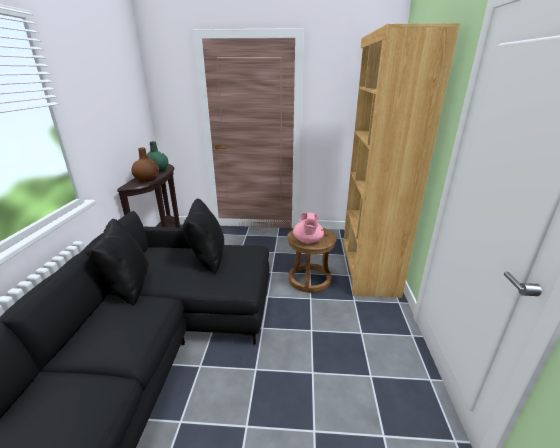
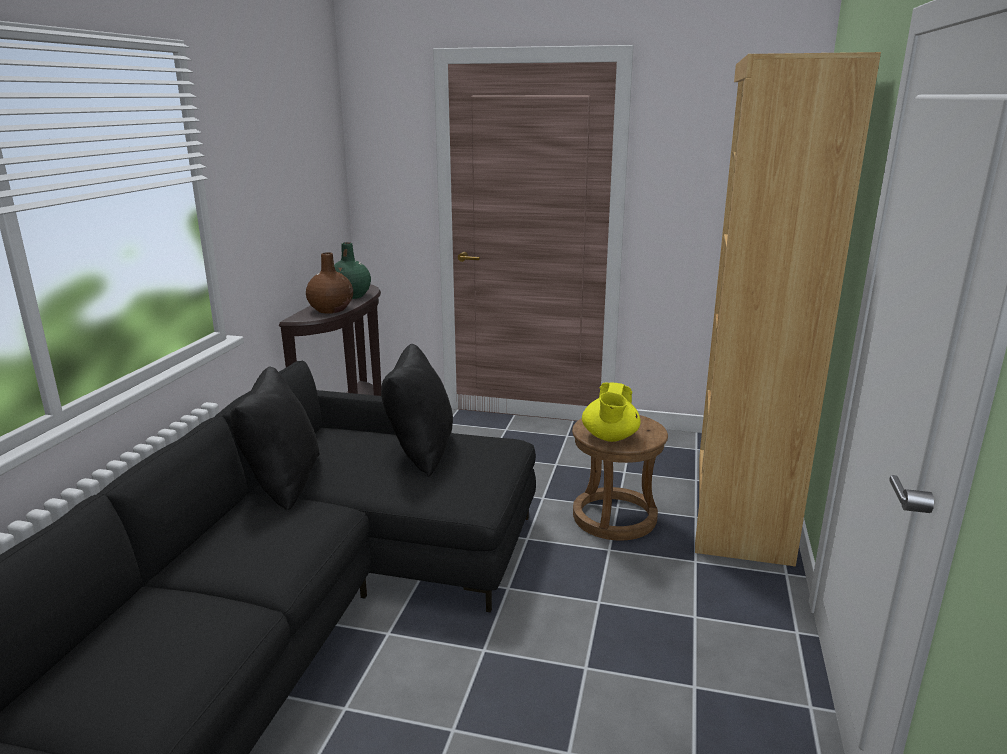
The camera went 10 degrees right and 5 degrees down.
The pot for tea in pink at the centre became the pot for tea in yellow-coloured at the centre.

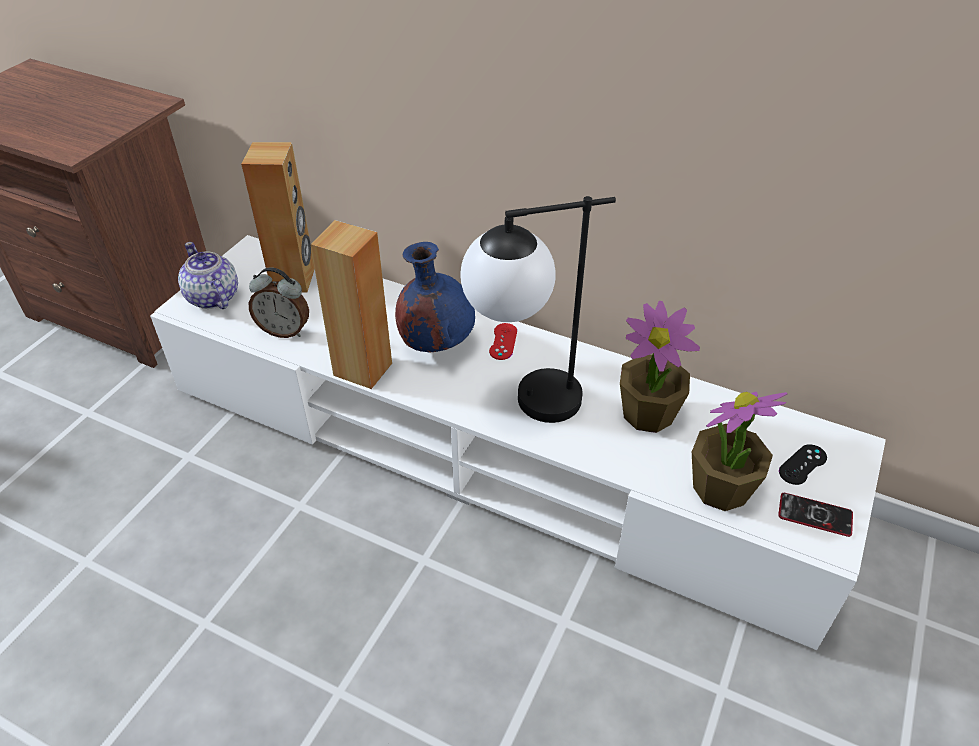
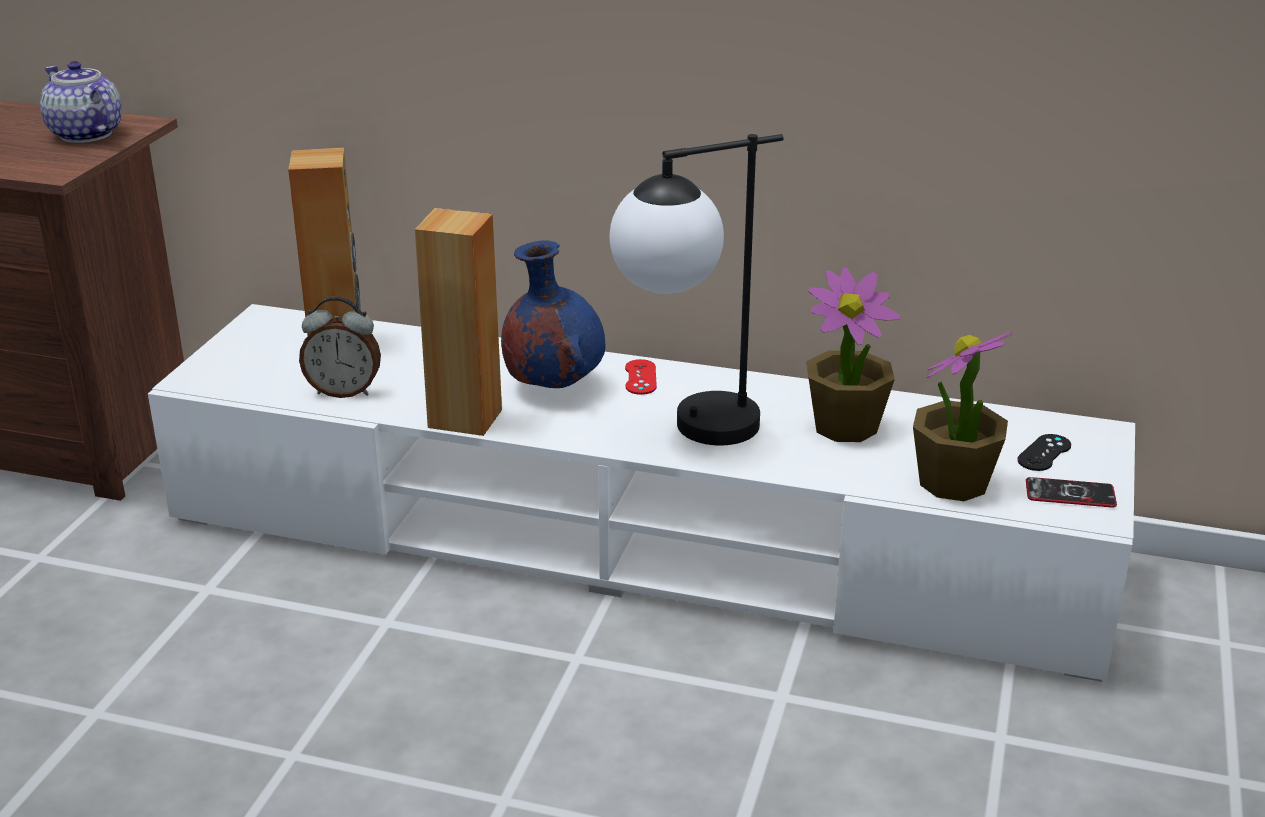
The camera went 10 degrees left and 15 degrees down.
The pot for tea moved from the middle left to the top left.

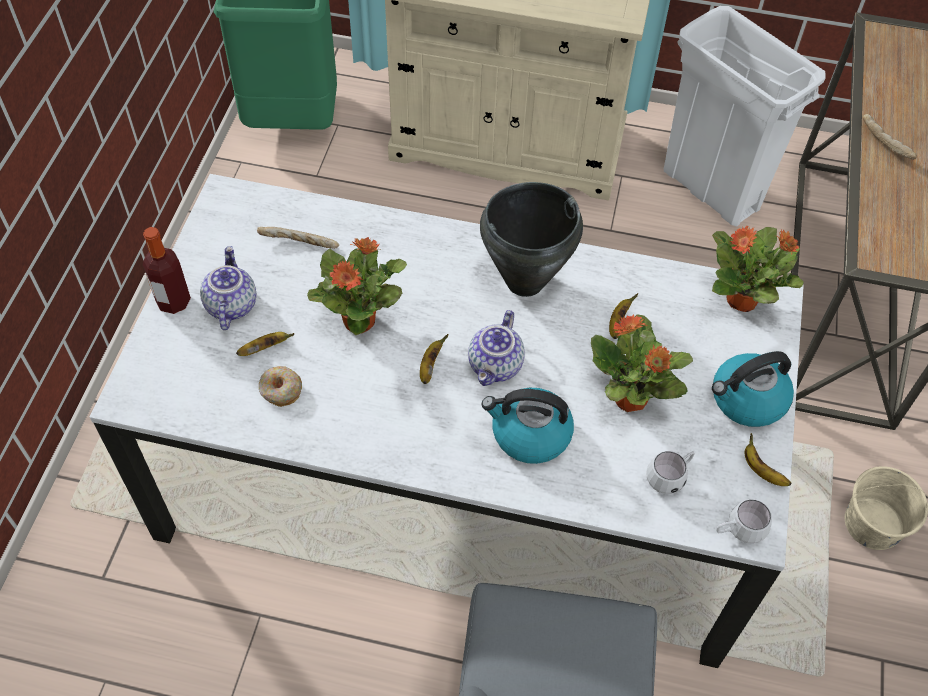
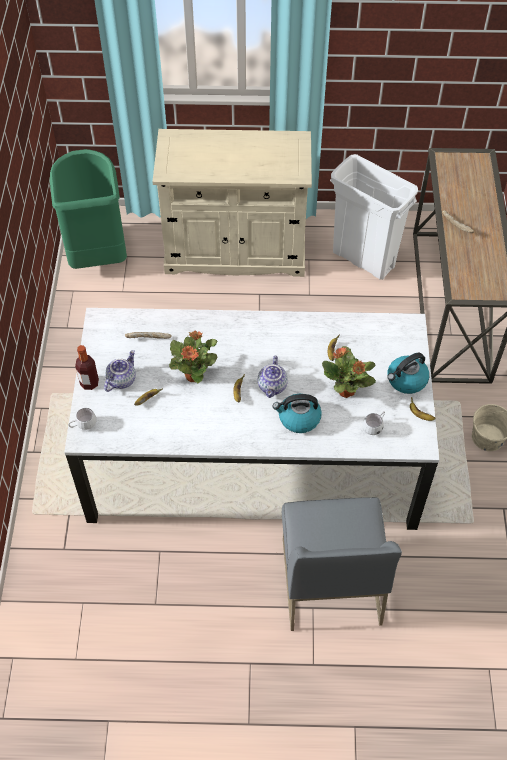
The camera went 10 degrees left and 0 degrees up.
The pot for tea (no. 1 from left) at the middle left turned 45 degrees clockwise.
The doughnut at the middle left disappeared.
The saucepot in black-coloured at the centre disappeared.
The plant in a pot (no. 3 from left) at the middle right disappeared.
The tea mug in white (no. 2 from left in the first image) moved from the bottom right to the middle left.

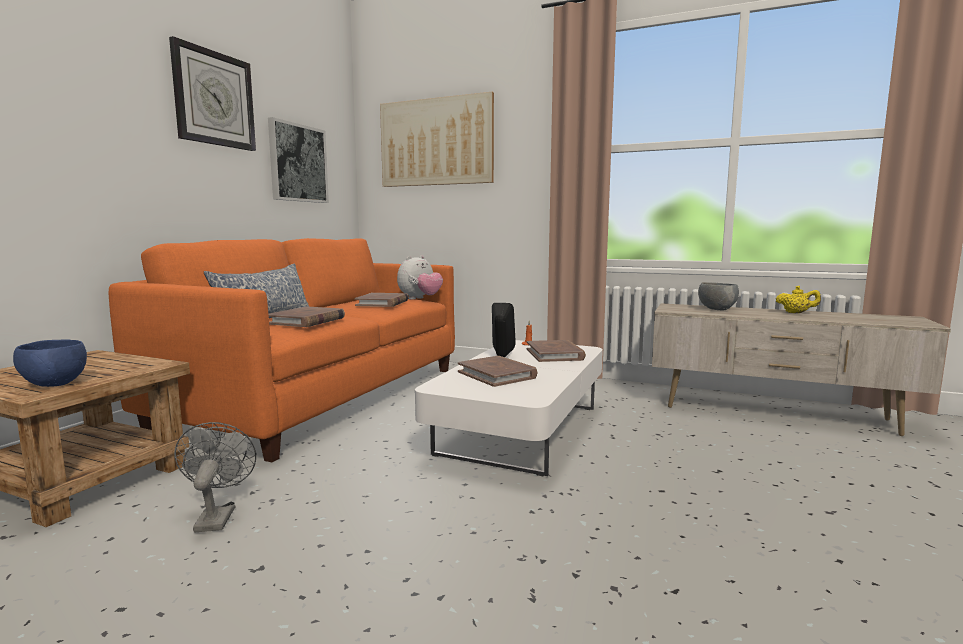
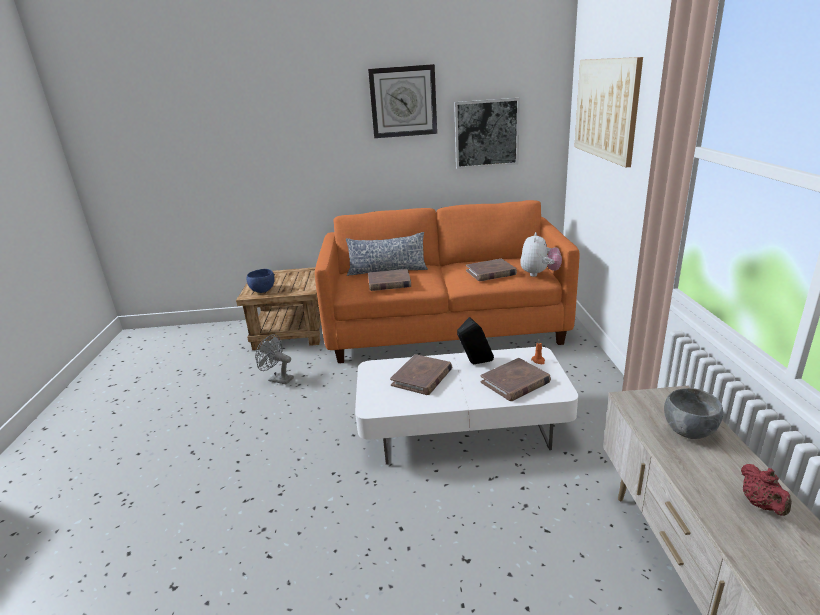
The camera went 65 degrees right and 15 degrees up.
The fan in grey at the bottom left turned 120 degrees counterclockwise.
The cuddly toy at the centre turned 90 degrees counterclockwise.
The pot for tea in yellow-coloured at the middle right became the pot for tea in red at the bottom right.

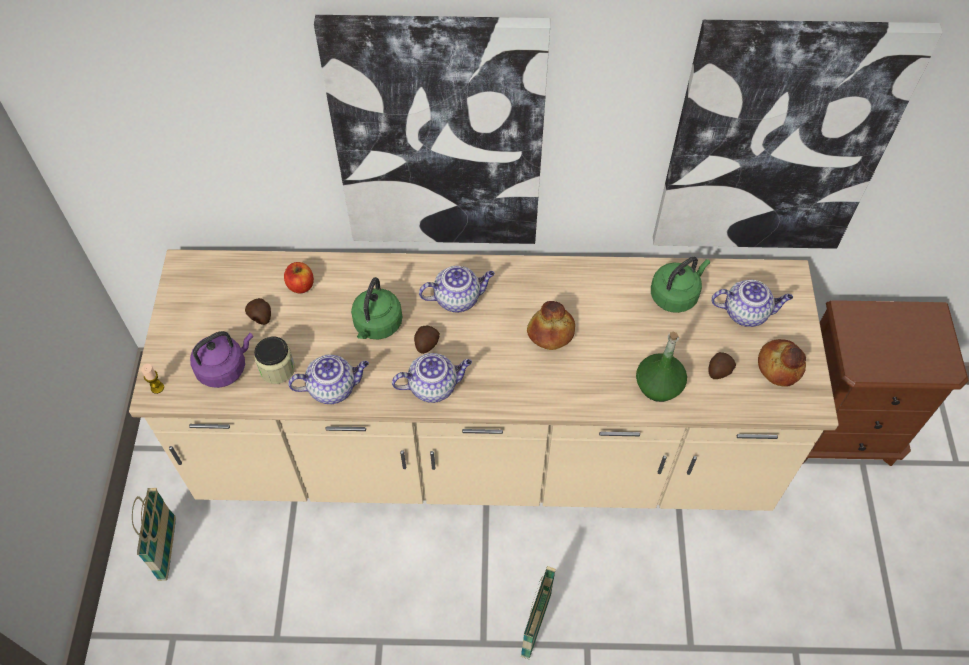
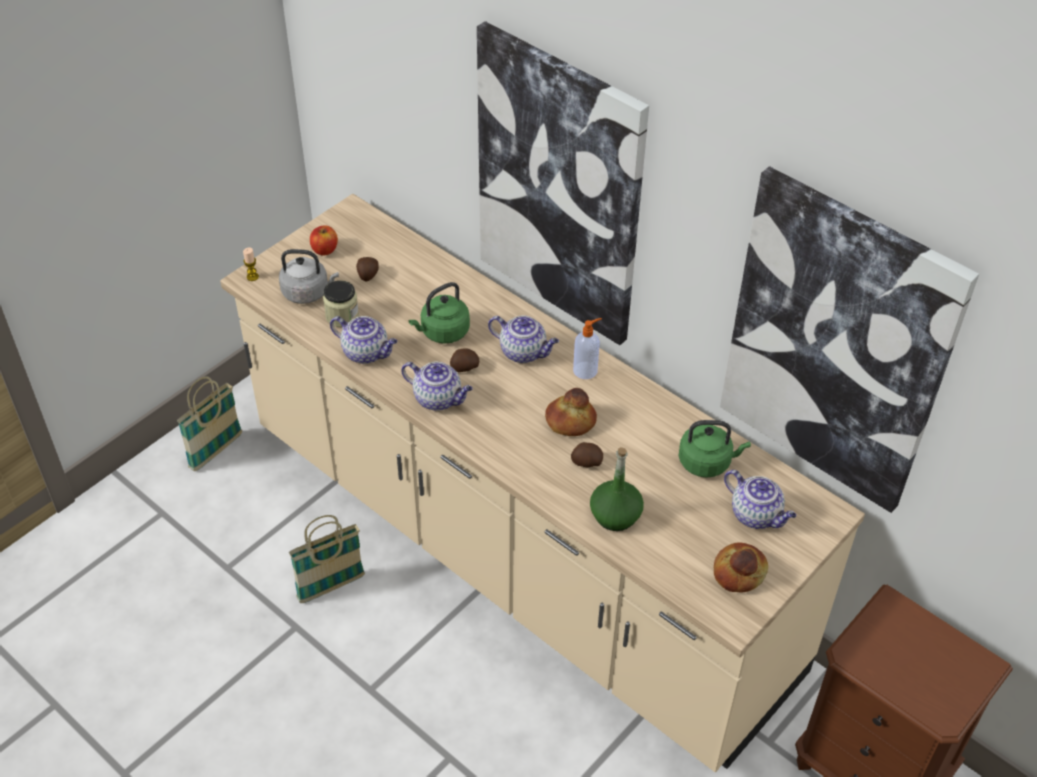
The camera went 40 degrees right and 10 degrees down.
The tea kettle in purplish at the middle left became the tea kettle in grey at the middle left.
The apple moved from the middle left to the top left.
The storage basket (no. 2 from left) moved from the bottom centre to the bottom left.
The potato (no. 3 from left) moved from the middle right to the centre.
The liquid soap bottle at the centre appeared.

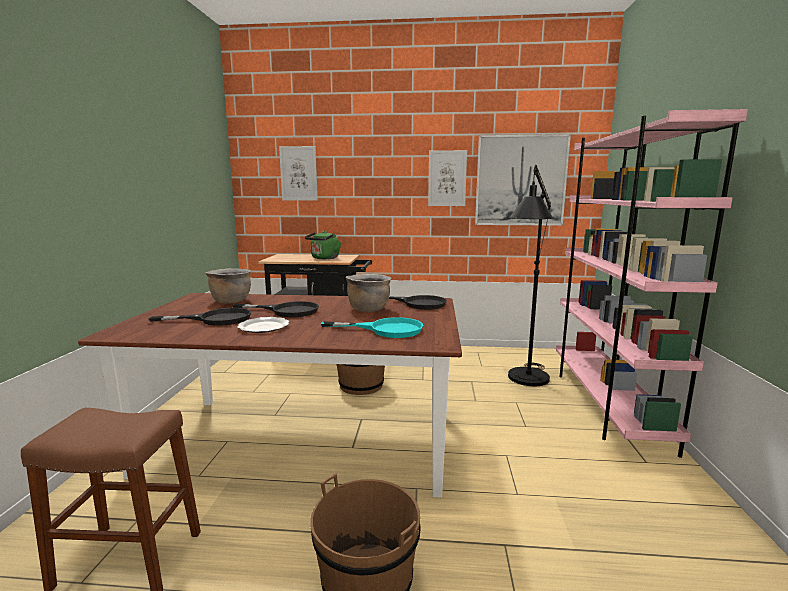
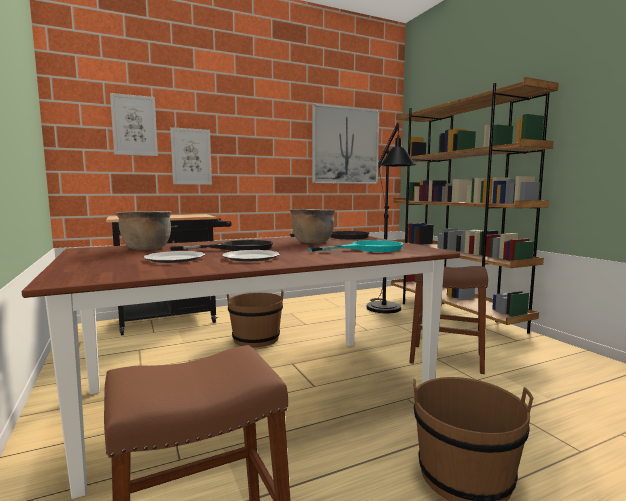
The camera went 30 degrees left and 5 degrees down.
The pan in black-coloured (no. 1 from left) at the middle left was replaced by the flat dish (no. 1 from left) at the middle left.
The tea kettle in greenish at the centre disappeared.
The picture (no. 2 from left) moved from the top centre to the top left.
The shelving unit in pink at the middle right became the shelving unit in brown-coloured at the middle right.
The stool in brown-coloured (no. 2 from left) at the middle right appeared.

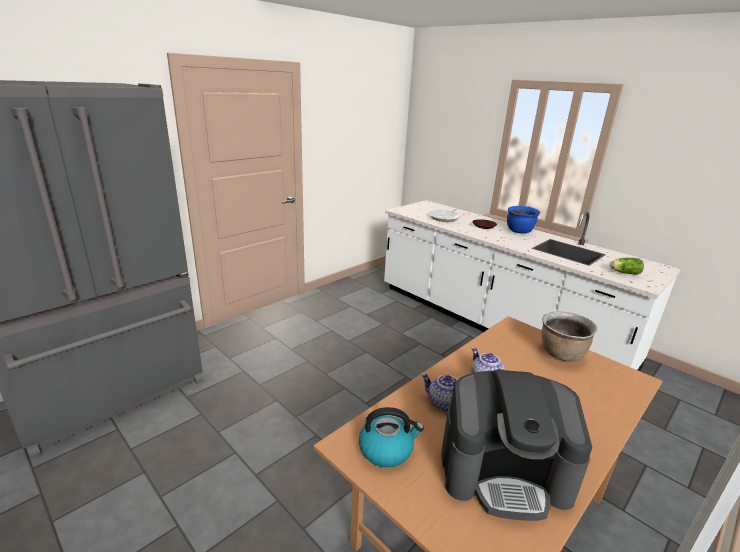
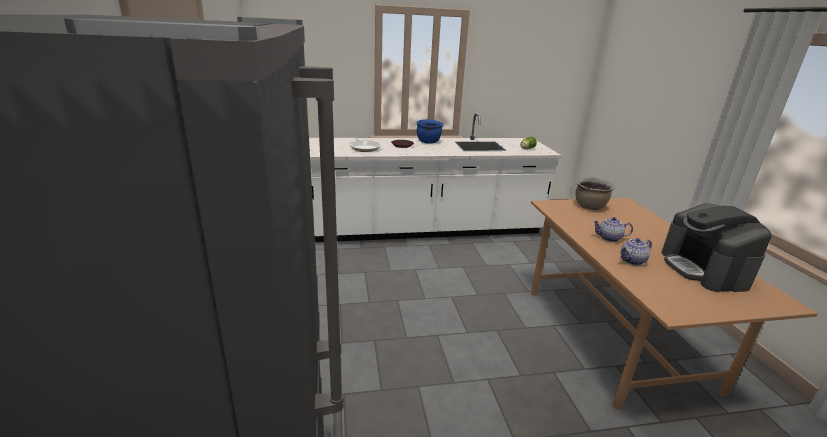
The camera went 55 degrees left and 0 degrees up.
The tea kettle at the bottom centre disappeared.
The coffee brewer at the bottom right turned 135 degrees clockwise.

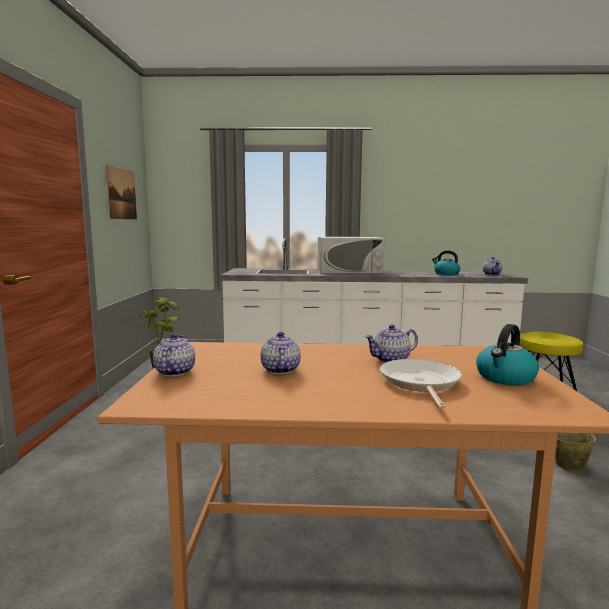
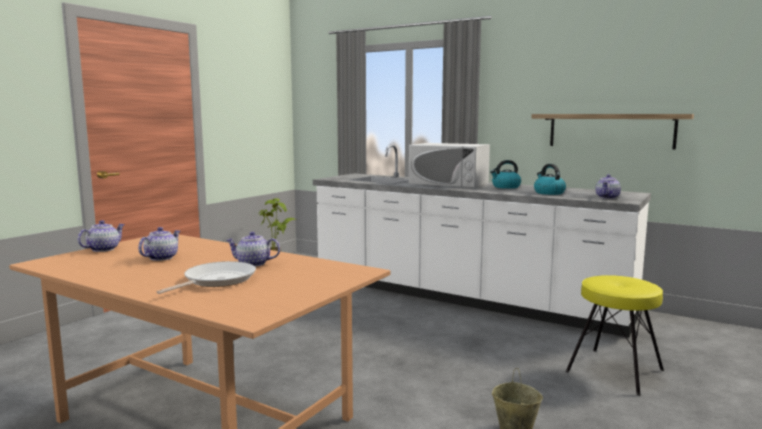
The camera went 30 degrees right and 0 degrees up.
The picture at the top left disappeared.
The tea kettle (no. 2 from left in the first image) moved from the middle right to the centre.
The wall shelf at the top right appeared.

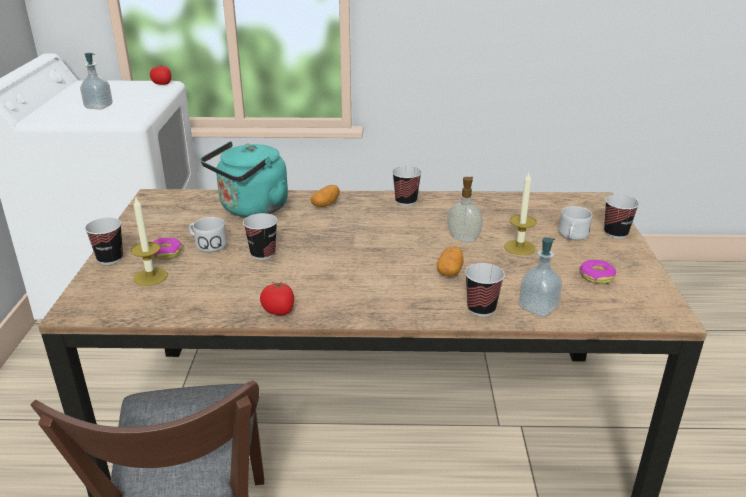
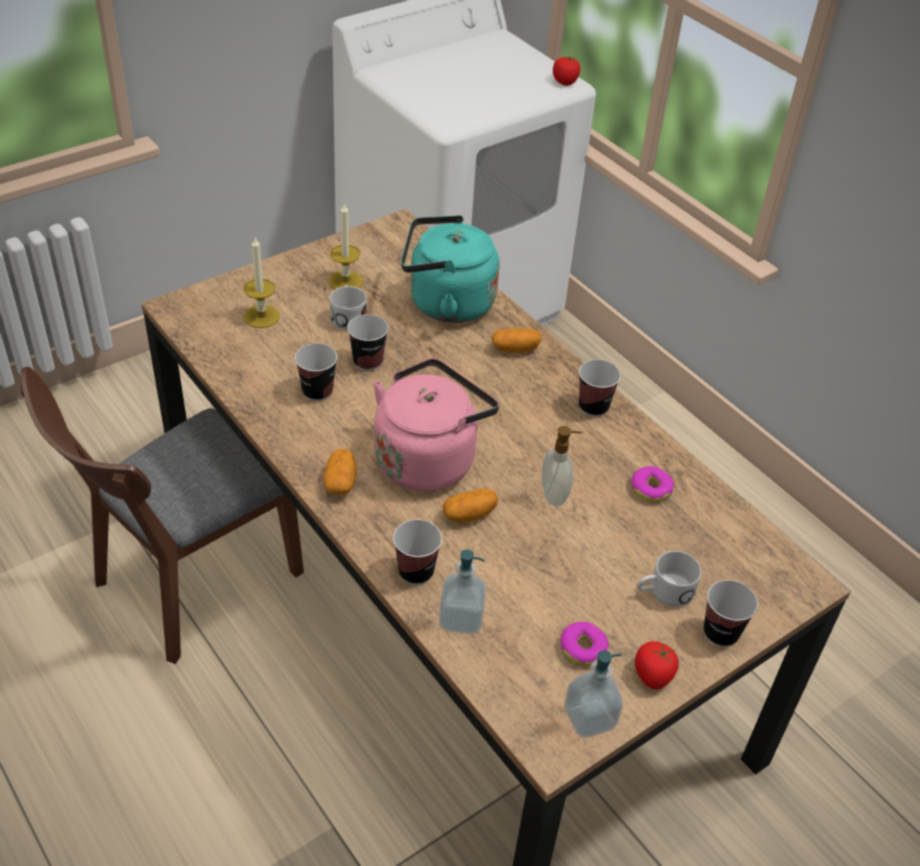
The camera went 50 degrees right and 15 degrees up.
The liquid soap bottle (no. 1 from left in the first image) moved from the top left to the bottom centre.
The small cup (no. 1 from left) moved from the middle left to the centre.
The doughnut (no. 1 from left in the first image) moved from the middle left to the middle right.
The whole tomato (no. 2 from left) moved from the centre to the bottom right.
The candle (no. 2 from left) moved from the middle right to the top centre.
The potato (no. 1 from left) at the centre appeared.
The tea kettle in pink at the centre appeared.

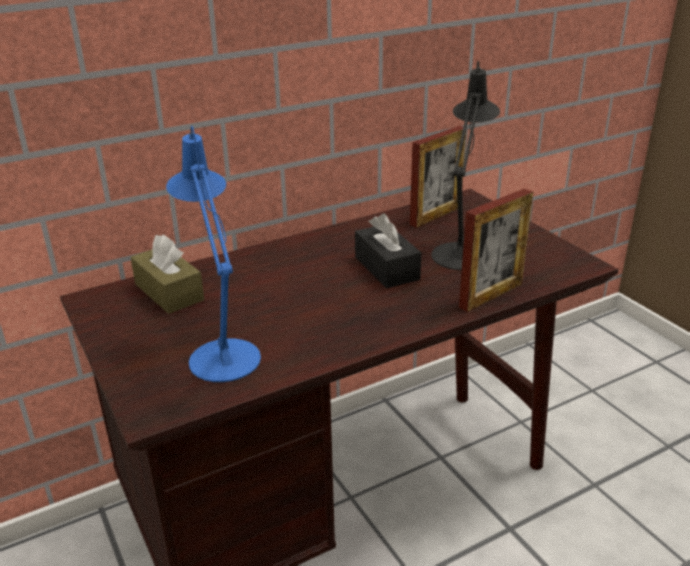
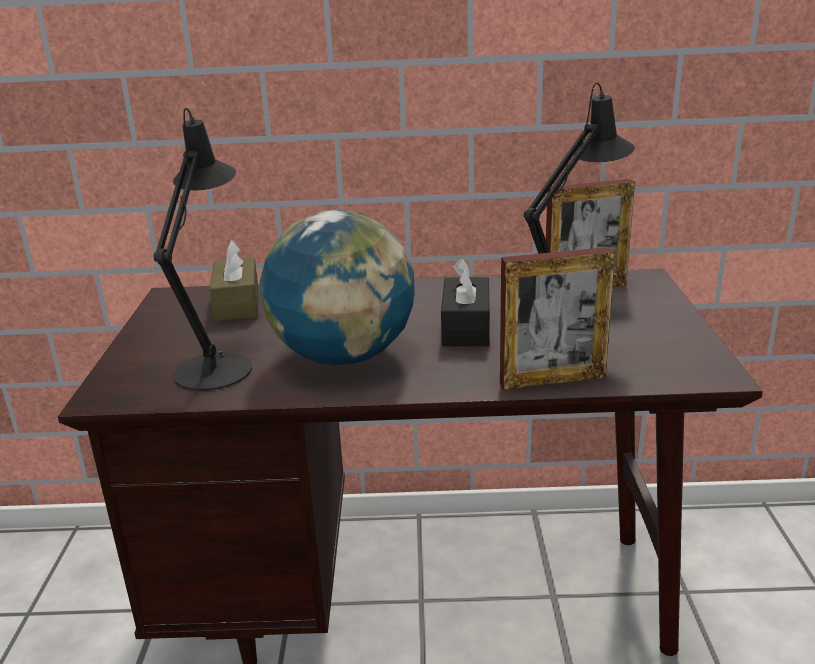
The camera went 30 degrees right and 5 degrees down.
The table lamp in blue at the middle left became the table lamp in black-coloured (no. 1 from left) at the middle left.
The desk globe at the centre appeared.

